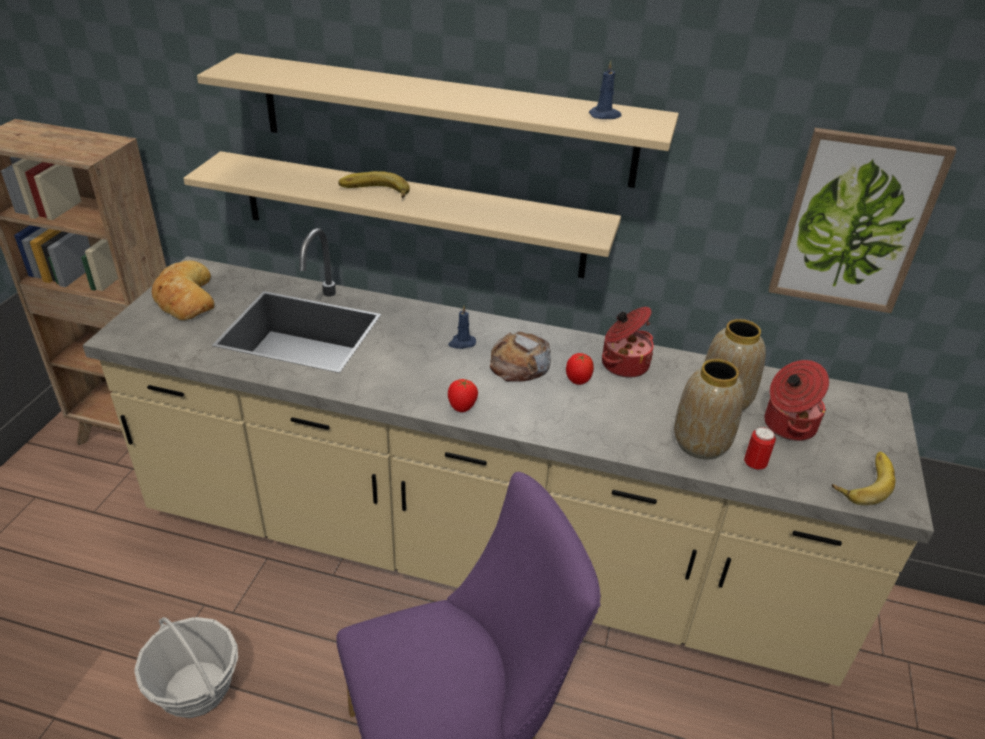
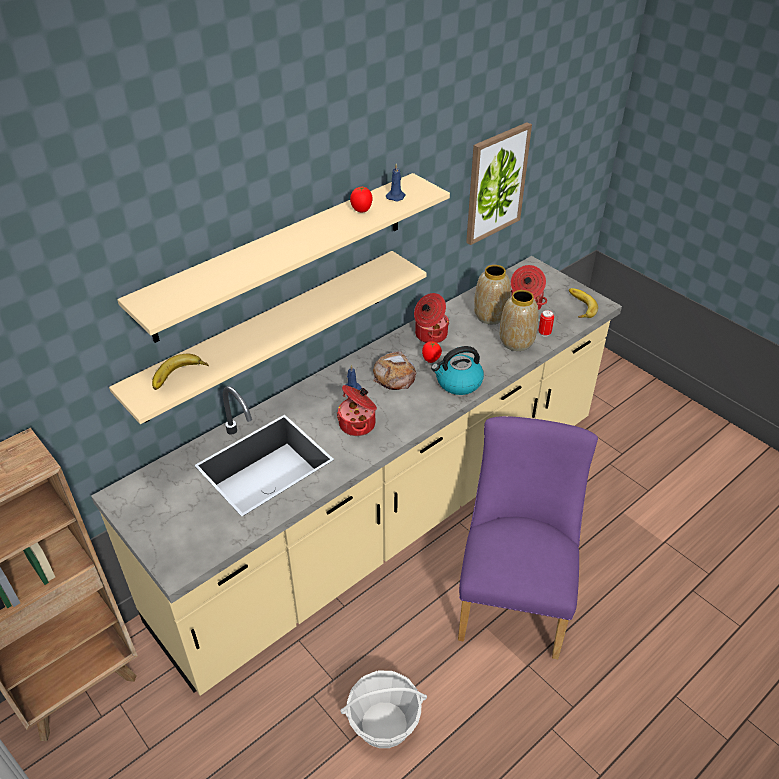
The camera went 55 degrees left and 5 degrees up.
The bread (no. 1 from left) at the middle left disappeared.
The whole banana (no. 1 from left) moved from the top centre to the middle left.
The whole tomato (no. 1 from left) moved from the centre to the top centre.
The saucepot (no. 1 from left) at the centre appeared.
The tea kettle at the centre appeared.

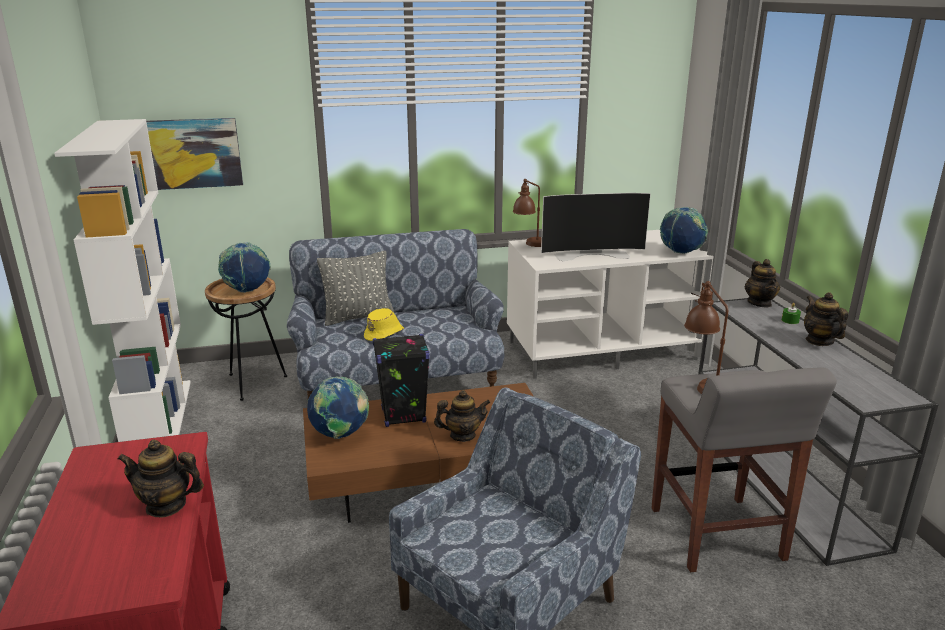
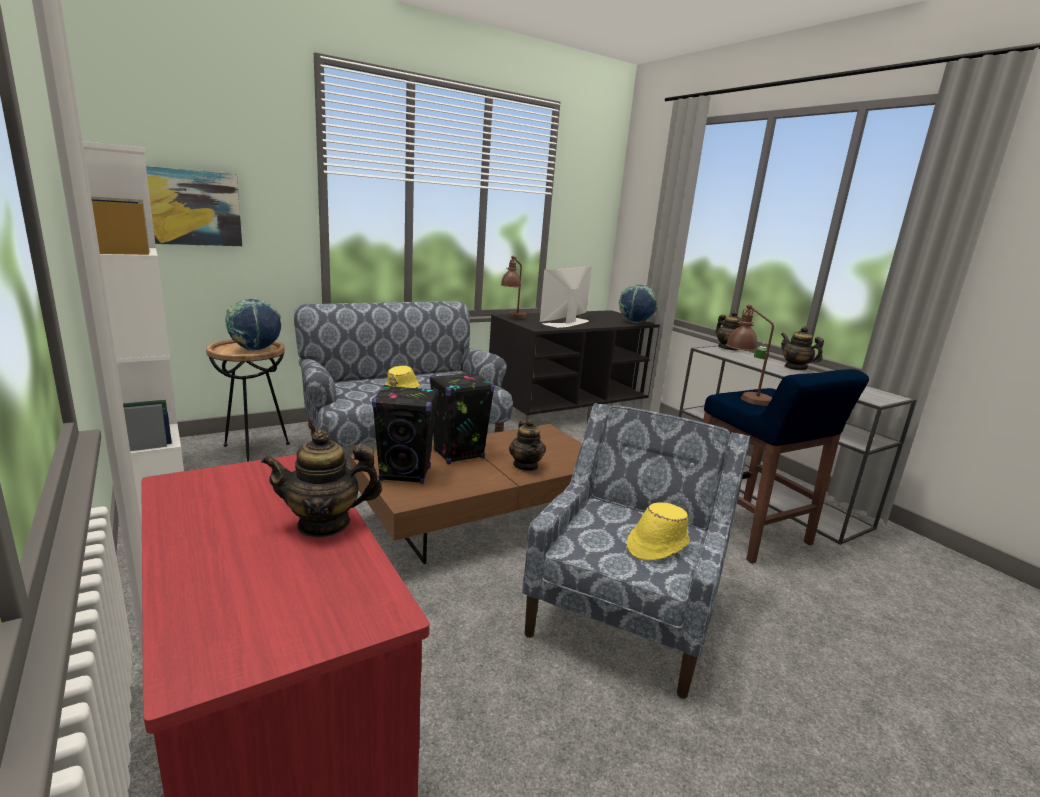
The camera went 20 degrees left and 5 degrees down.
The desk globe (no. 2 from left) at the centre was replaced by the audio speaker in black-coloured (no. 1 from left) at the centre.
The throw pillow in grey at the centre disappeared.
The pot for tea (no. 2 from left) at the centre turned 105 degrees clockwise.
The tv unit in white at the centre became the tv unit in black-coloured at the centre.
The television at the centre turned 150 degrees clockwise.
The stool in grey at the bottom right became the stool in blue at the middle right.
The clothing hat in yellow-coloured (no. 2 from left) at the centre appeared.

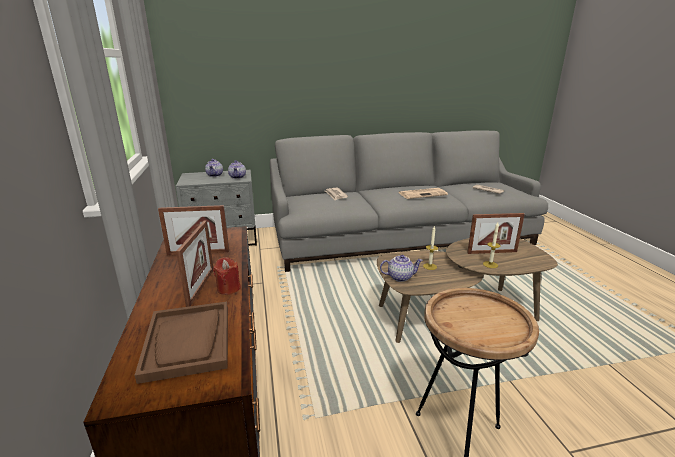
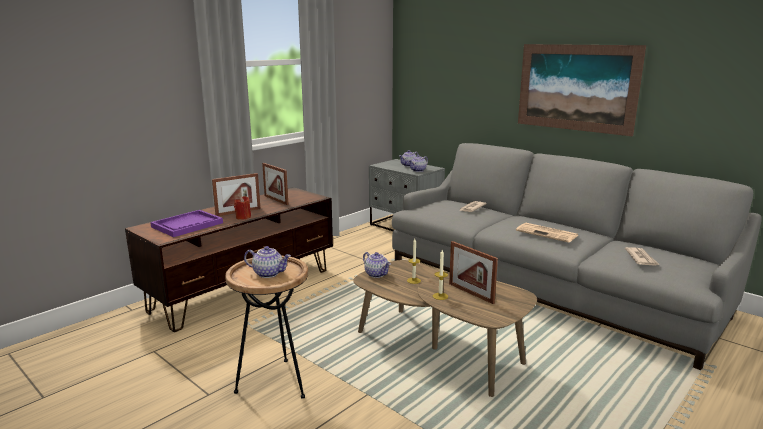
The camera went 55 degrees right and 5 degrees down.
The tray in brown-coloured at the bottom left became the tray in purplish at the middle left.
The pot for tea (no. 1 from left) at the centre appeared.
The picture at the top right appeared.

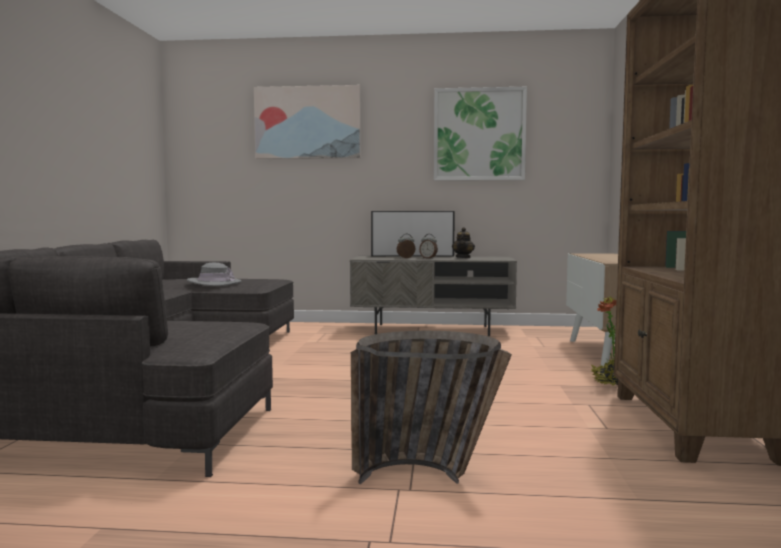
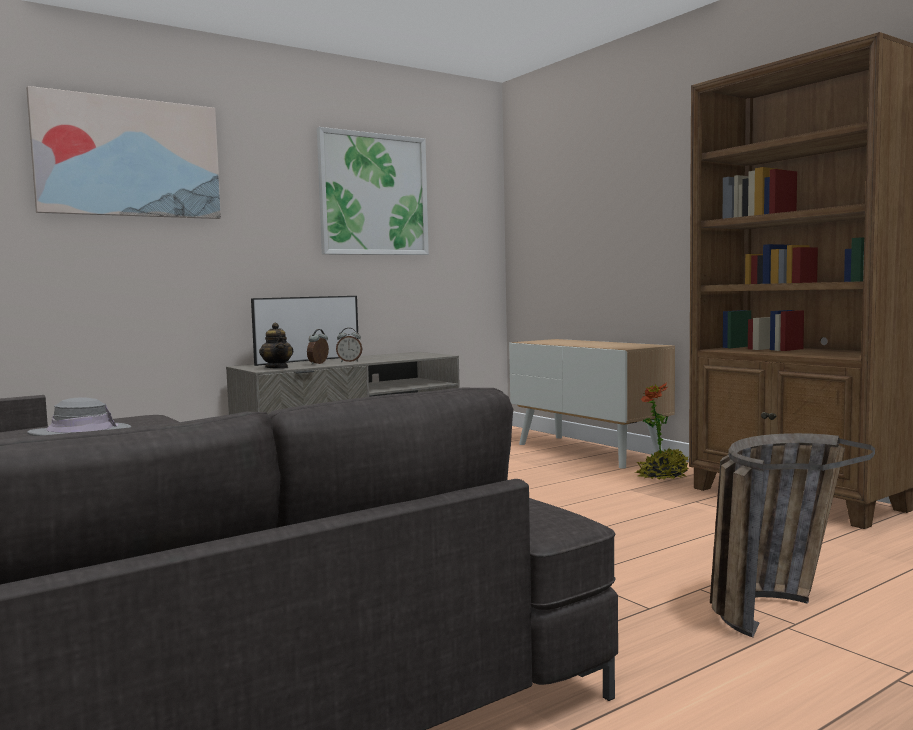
The camera went 40 degrees left and 0 degrees up.
The pot for tea moved from the centre to the middle left.

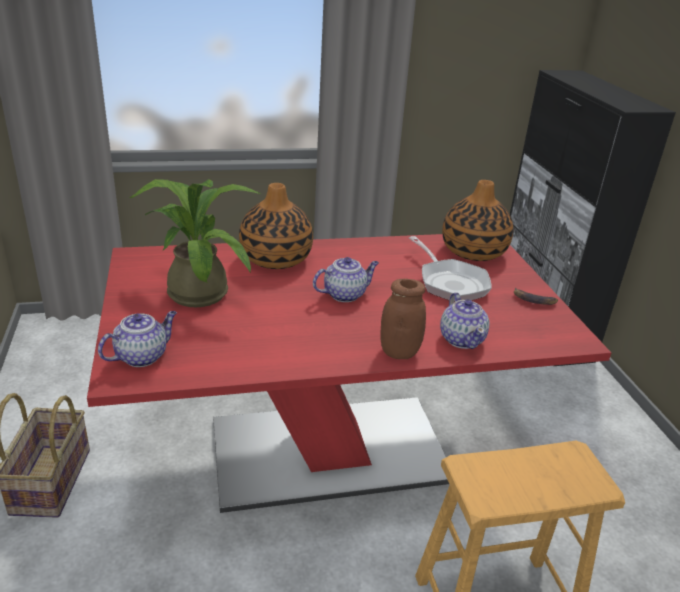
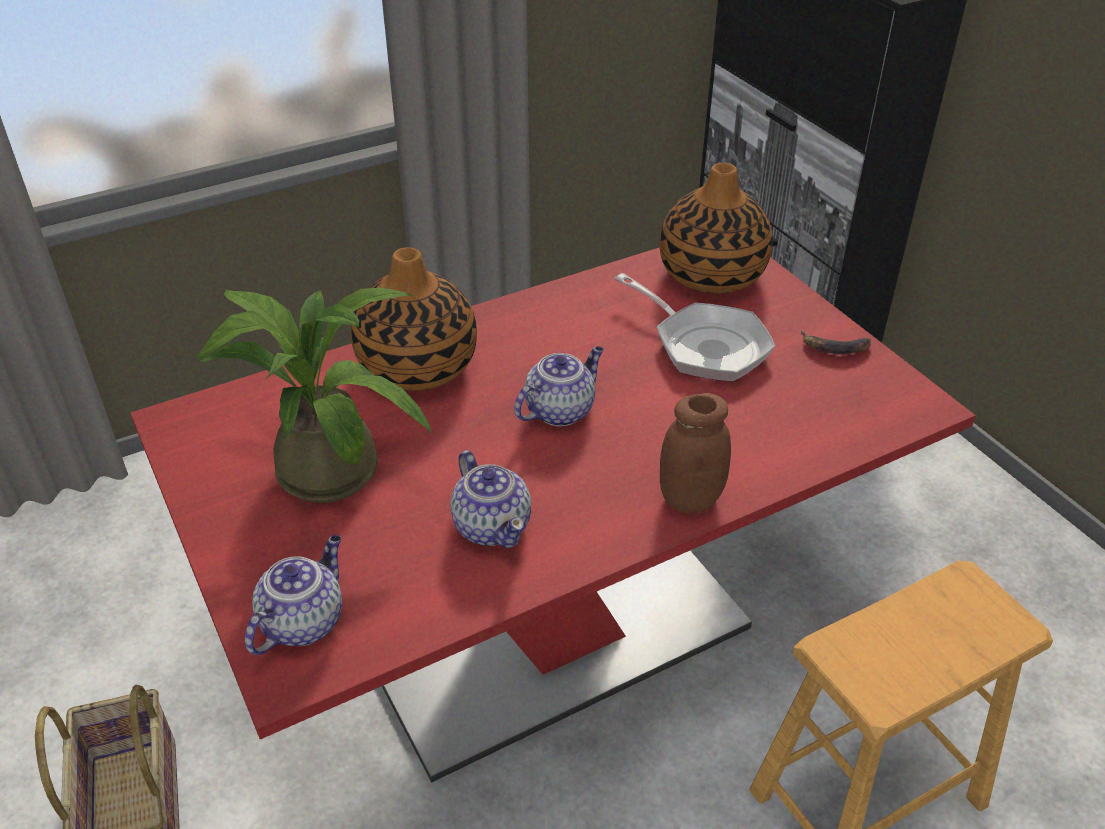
The camera went 15 degrees left and 10 degrees up.
The pot for tea (no. 3 from left in the first image) moved from the middle right to the centre.

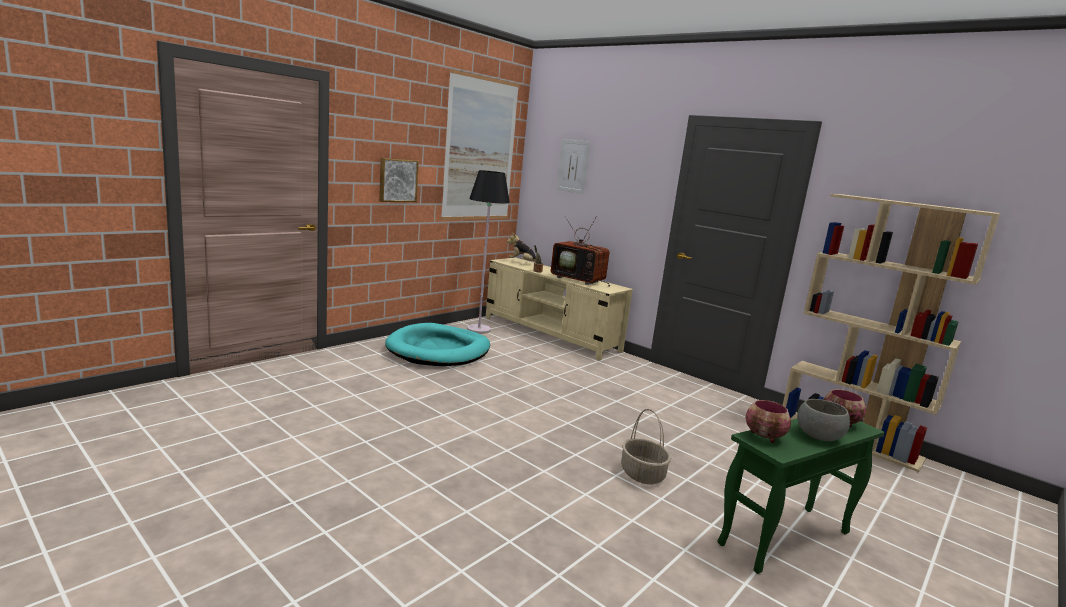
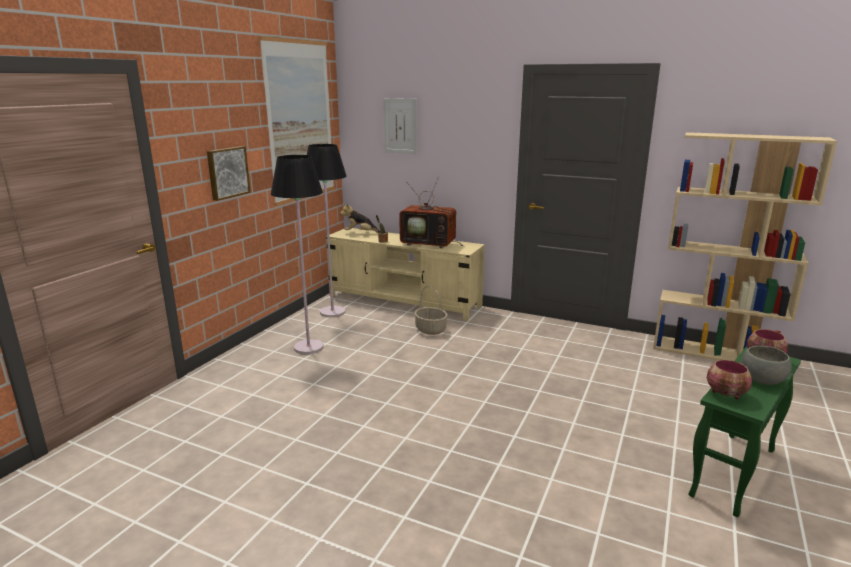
The camera went 15 degrees left and 5 degrees up.
The dog cushion in turquoise at the centre was replaced by the standard lamp in black-coloured (no. 1 from left) at the centre.
The storage basket moved from the bottom centre to the centre.

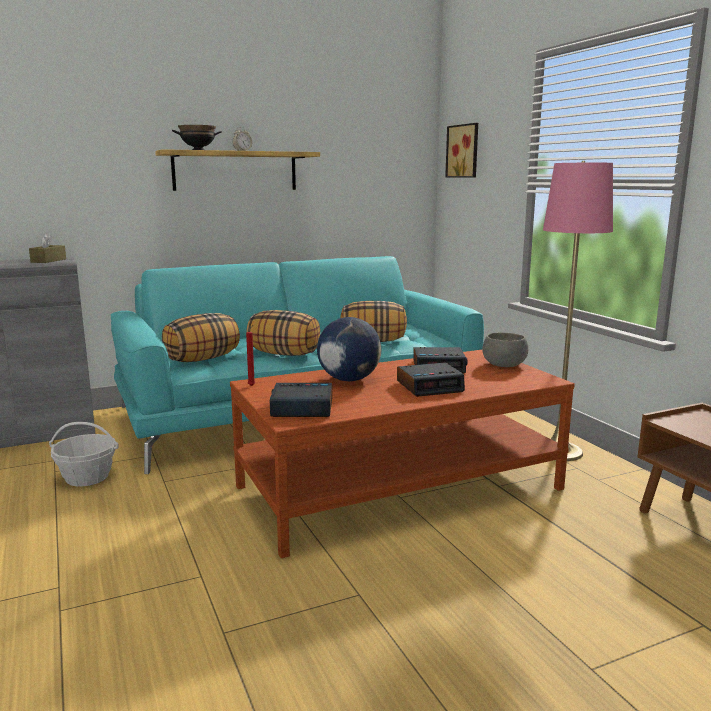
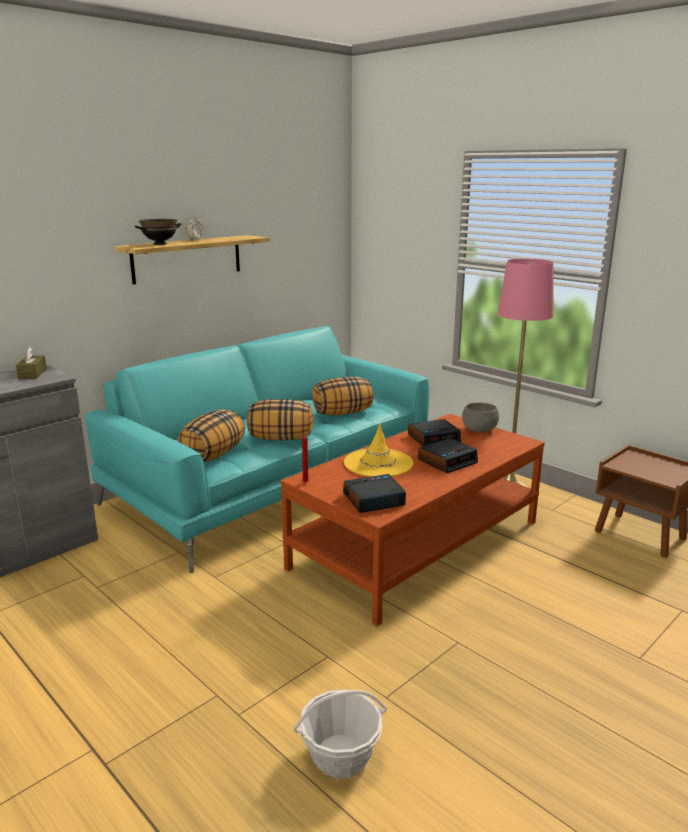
The camera went 20 degrees left and 5 degrees up.
The storage basket moved from the middle left to the bottom centre.
The desk globe at the centre was replaced by the clothing hat in yellow-coloured at the centre.
The picture at the top centre disappeared.

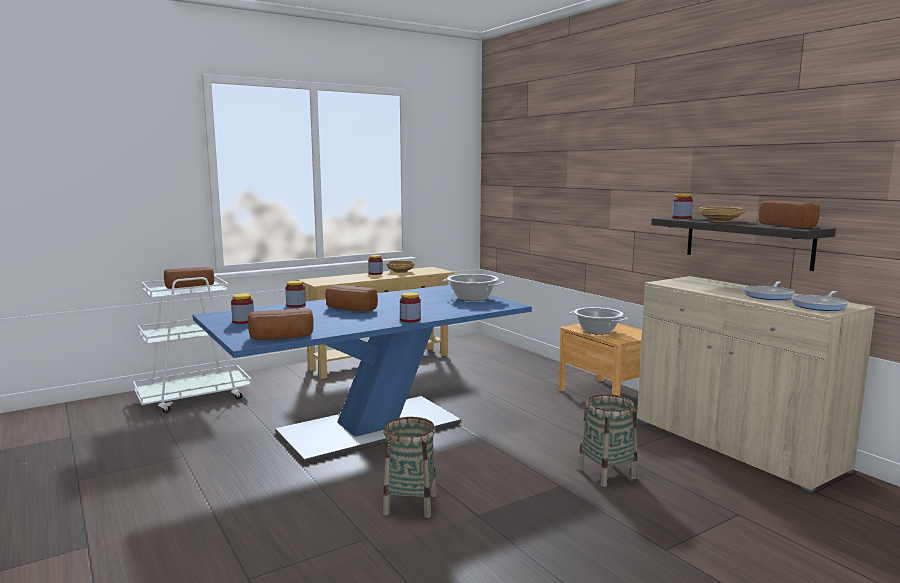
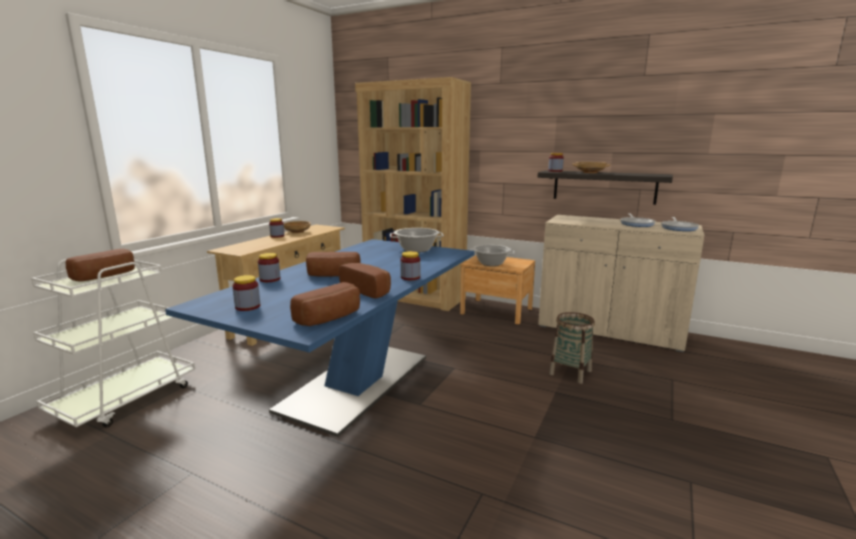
The camera went 30 degrees left and 5 degrees up.
The storage basket (no. 1 from left) at the bottom centre disappeared.
The bread (no. 4 from left) moved from the middle right to the centre.
The shelving unit in brown-coloured at the centre appeared.

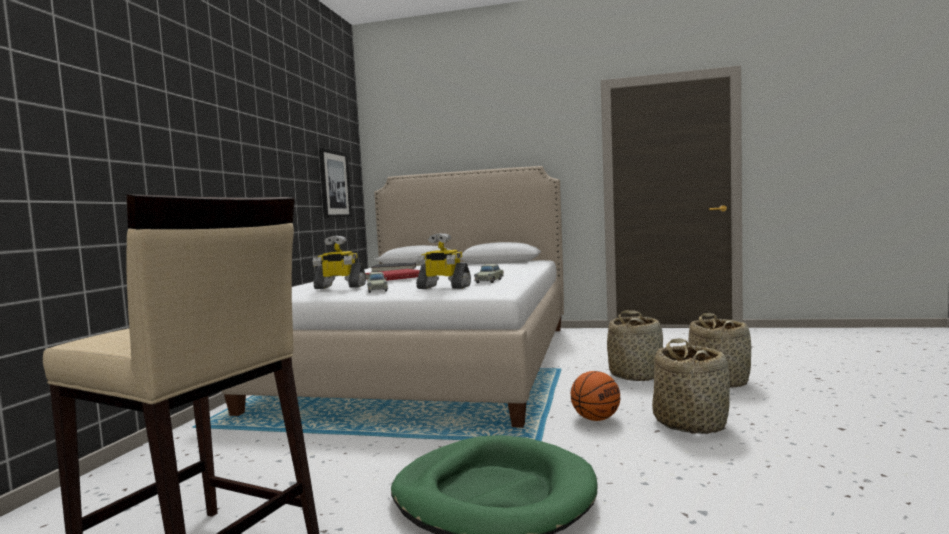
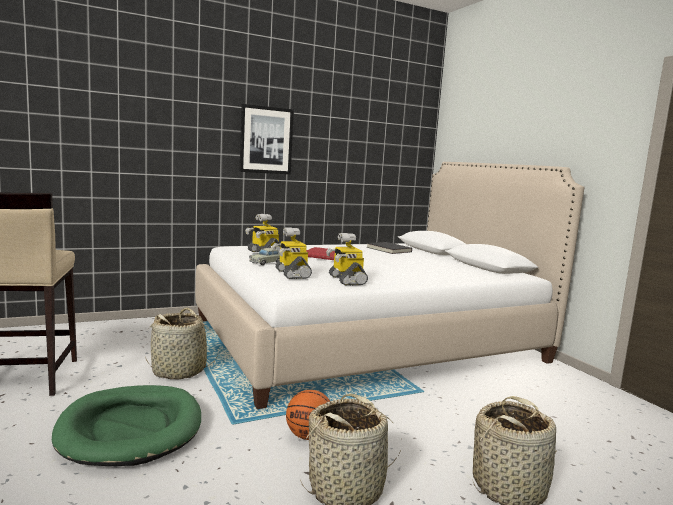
The camera went 50 degrees right and 5 degrees up.
The picture moved from the centre to the top centre.
The toy car in beige-coloured (no. 2 from left) at the centre was replaced by the robot figure (no. 3 from left) at the centre.
The storage basket (no. 1 from left) moved from the middle right to the bottom left.

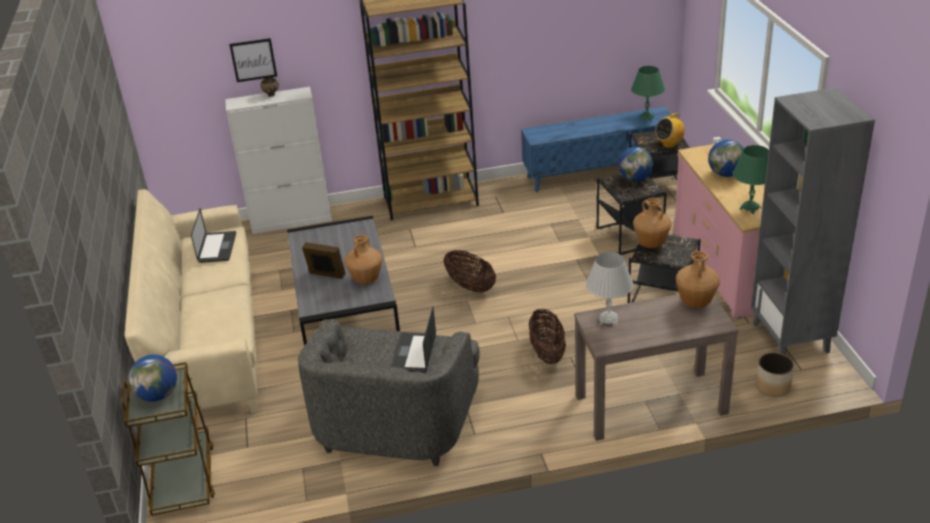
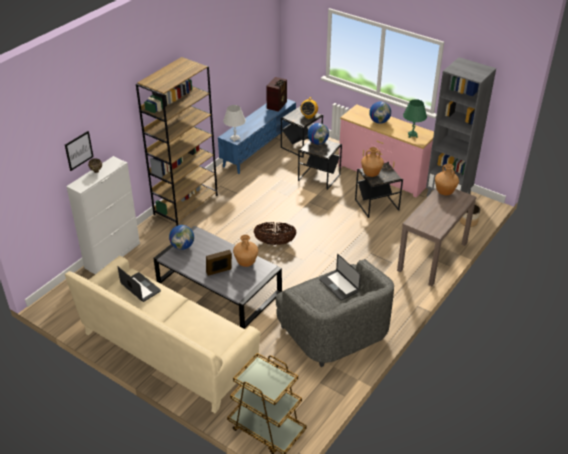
The camera went 45 degrees left and 5 degrees up.
The desk globe (no. 1 from left) moved from the bottom left to the middle left.
The storage basket (no. 2 from left) at the centre disappeared.
The table lamp in white moved from the centre to the top centre.
The table lamp in greenish (no. 1 from left) at the top right was replaced by the radio (no. 1 from left) at the top centre.

